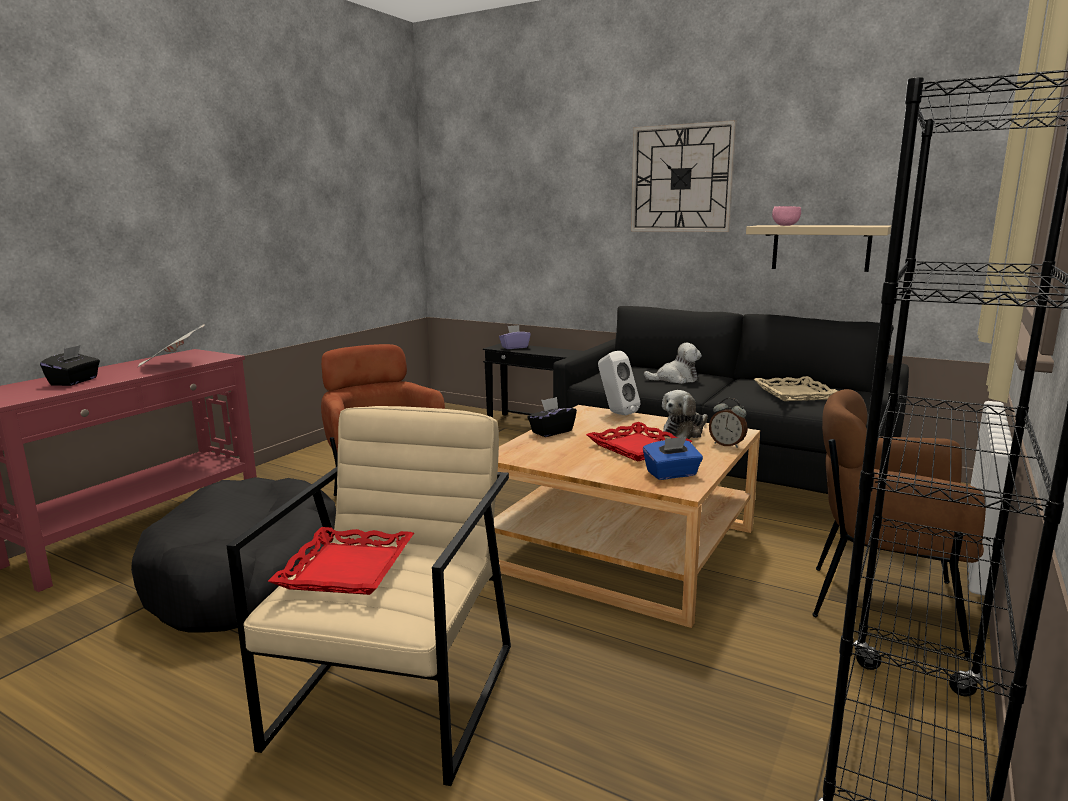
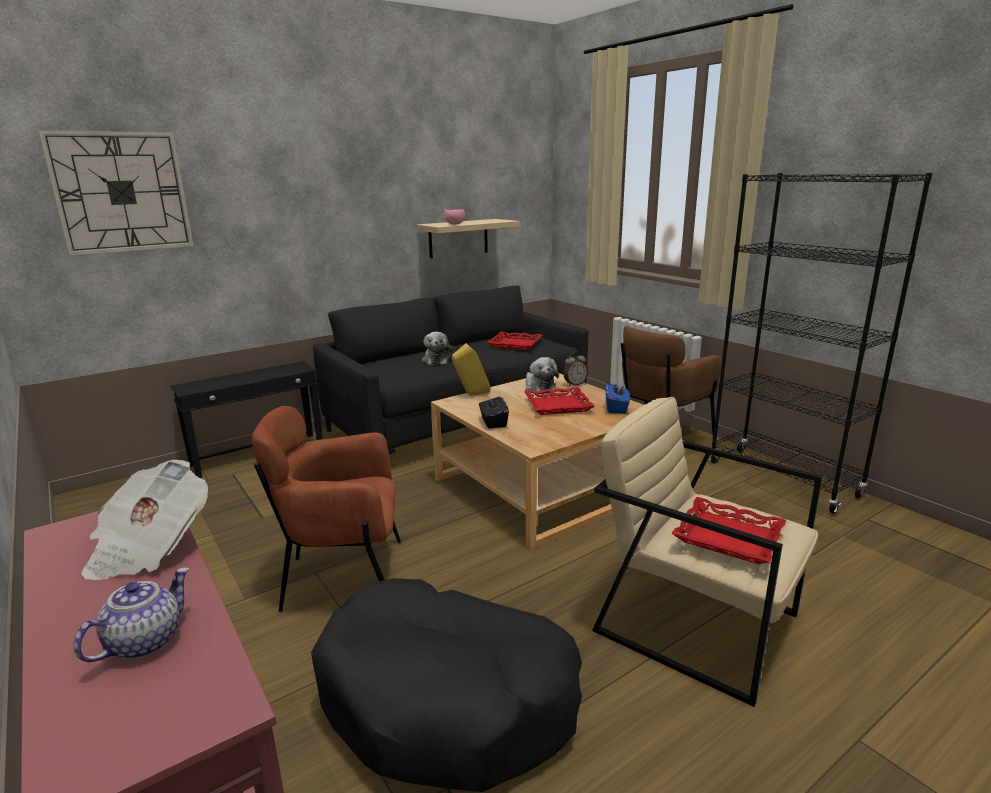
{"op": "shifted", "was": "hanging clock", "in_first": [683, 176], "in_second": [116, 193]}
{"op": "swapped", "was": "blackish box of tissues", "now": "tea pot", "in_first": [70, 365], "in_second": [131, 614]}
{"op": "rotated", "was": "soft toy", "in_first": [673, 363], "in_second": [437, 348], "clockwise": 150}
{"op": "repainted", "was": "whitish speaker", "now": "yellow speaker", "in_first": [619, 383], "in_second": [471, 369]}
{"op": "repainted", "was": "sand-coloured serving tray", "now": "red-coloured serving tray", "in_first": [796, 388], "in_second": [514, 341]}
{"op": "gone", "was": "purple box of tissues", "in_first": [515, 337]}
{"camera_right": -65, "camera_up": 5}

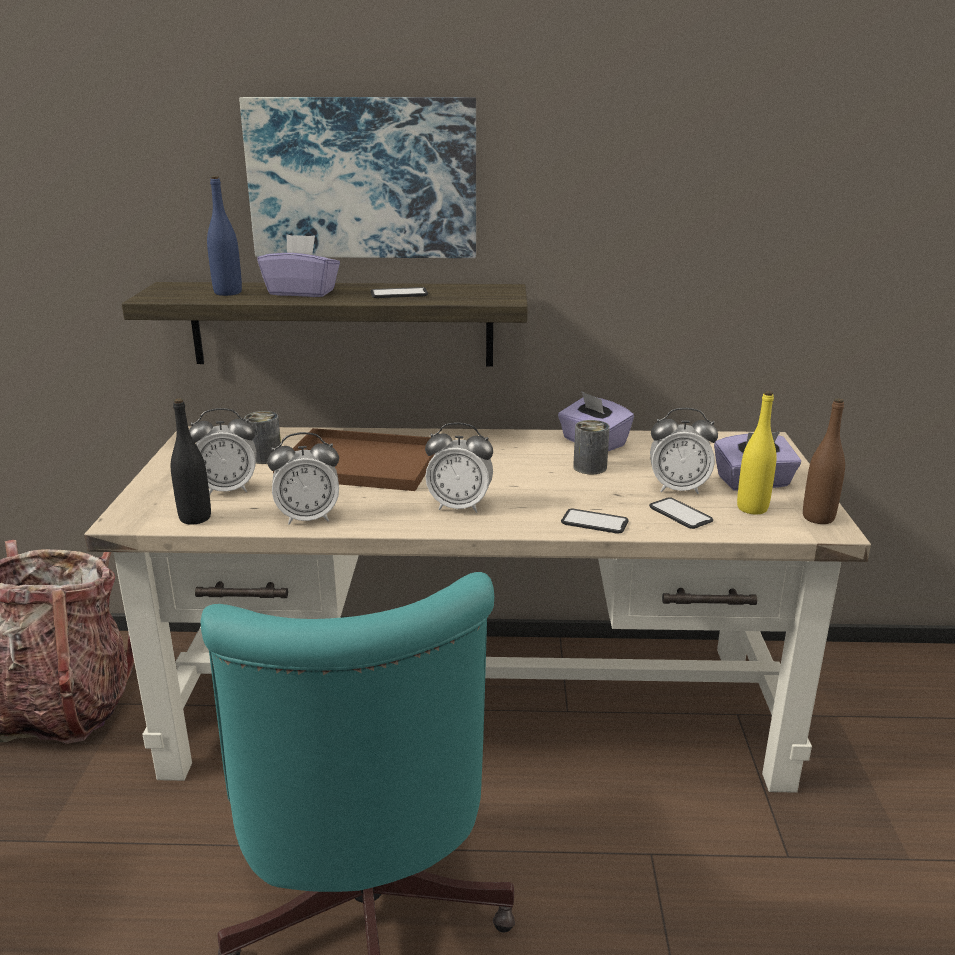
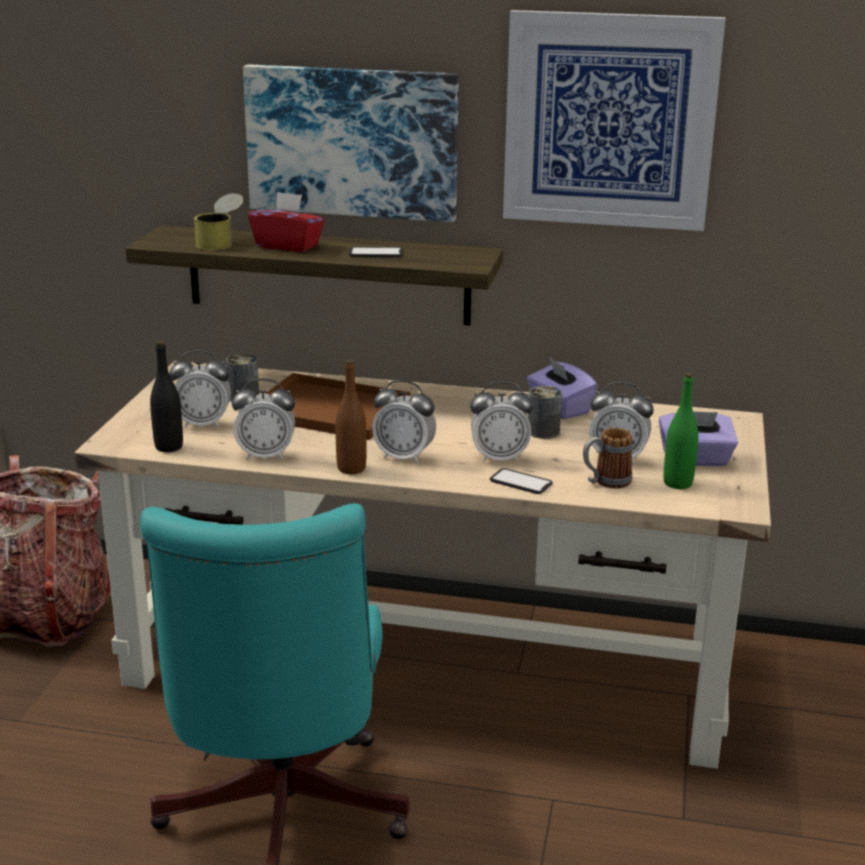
{"op": "swapped", "was": "blue-coloured bottle", "now": "sealed can", "in_first": [224, 236], "in_second": [218, 221]}
{"op": "repainted", "was": "purple box of tissues", "now": "red-coloured box of tissues", "in_first": [299, 266], "in_second": [286, 222]}
{"op": "shifted", "was": "brownish bottle", "in_first": [824, 461], "in_second": [350, 417]}
{"op": "new", "now": "bedside clock", "in_second": [501, 422]}
{"op": "new", "now": "wall picture", "in_second": [614, 120]}
{"op": "swapped", "was": "handset", "now": "coffee mug", "in_first": [681, 513], "in_second": [607, 458]}
{"op": "repainted", "was": "yellow bottle", "now": "green bottle", "in_first": [756, 452], "in_second": [681, 431]}
{"camera_right": 10, "camera_up": 0}

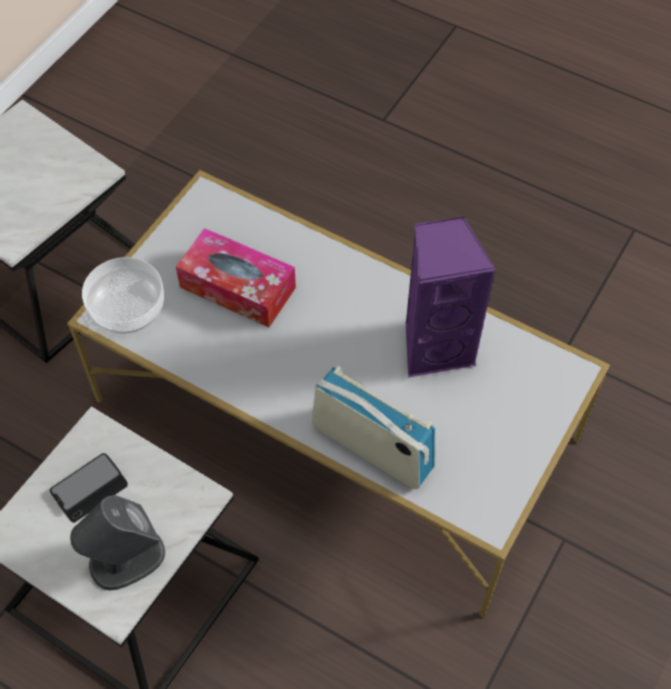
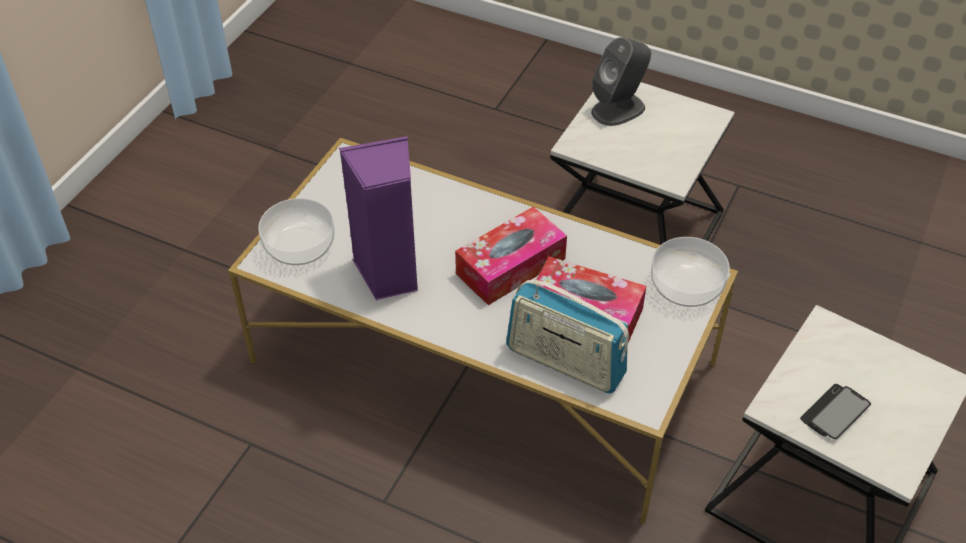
{"op": "new", "now": "deep dish", "in_second": [296, 231]}
{"op": "new", "now": "box of tissues", "in_second": [511, 256]}
{"op": "shifted", "was": "radio set", "in_first": [373, 427], "in_second": [567, 336]}
{"op": "shifted", "was": "handset", "in_first": [89, 488], "in_second": [835, 411]}
{"camera_right": 175, "camera_up": -10}

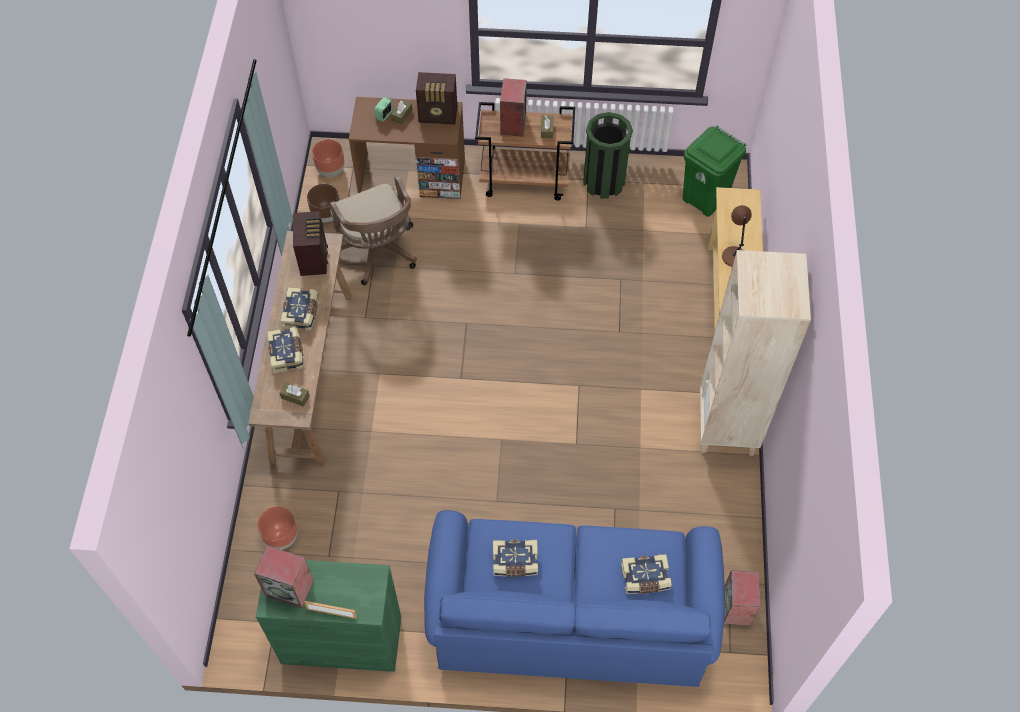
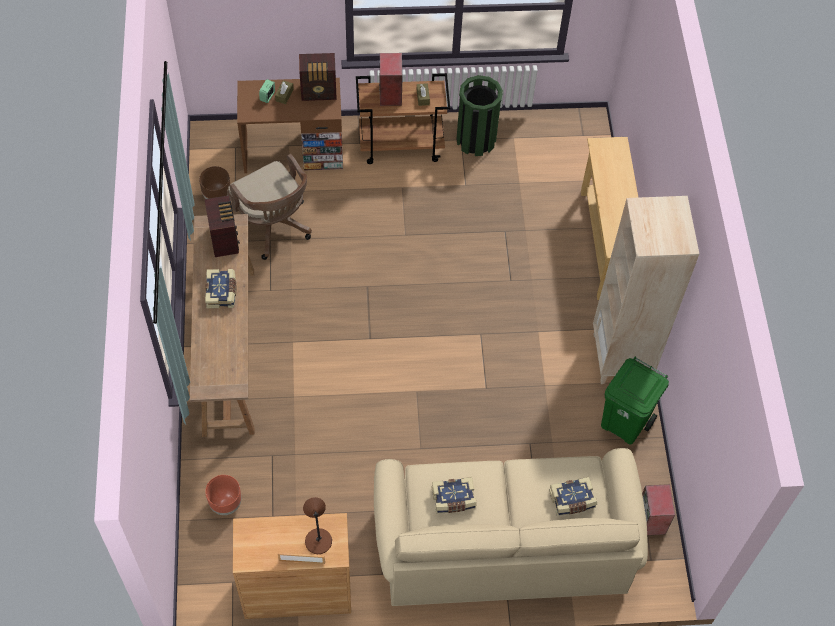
{"op": "repainted", "was": "green cabinet", "now": "brownish cabinet", "in_first": [328, 616], "in_second": [292, 566]}
{"op": "shifted", "was": "brownish lamp for a table", "in_first": [737, 235], "in_second": [317, 525]}
{"op": "repainted", "was": "blue-coloured couch", "now": "sand-coloured couch", "in_first": [574, 598], "in_second": [511, 527]}
{"op": "shifted", "was": "green rubbish bin", "in_first": [714, 171], "in_second": [635, 400]}
{"op": "gone", "was": "speaker", "in_first": [284, 577]}
{"op": "gone", "was": "volume", "in_first": [285, 350]}
{"op": "gone", "was": "brownish box of tissues", "in_first": [295, 394]}
{"op": "gone", "was": "brownish flower pot", "in_first": [328, 158]}
{"camera_right": -10, "camera_up": 0}

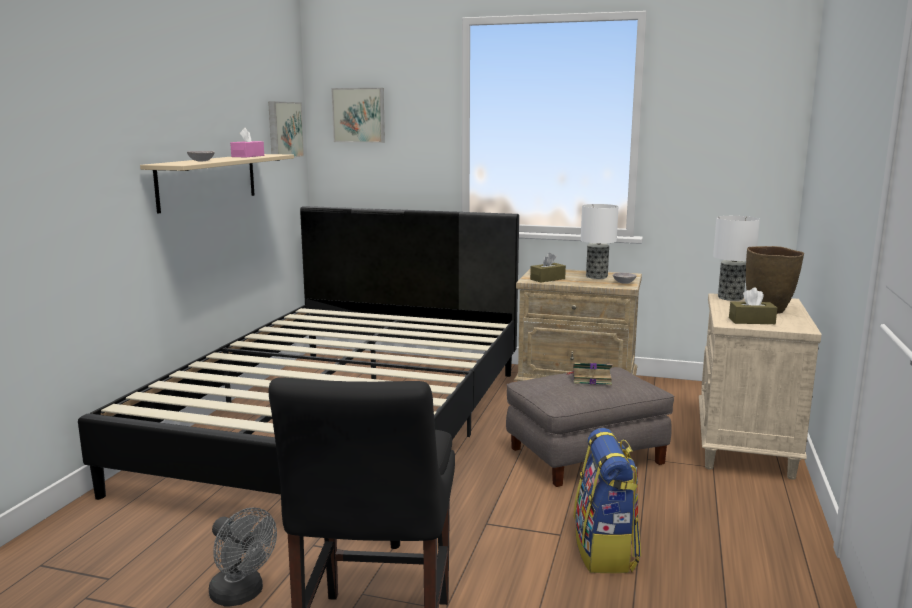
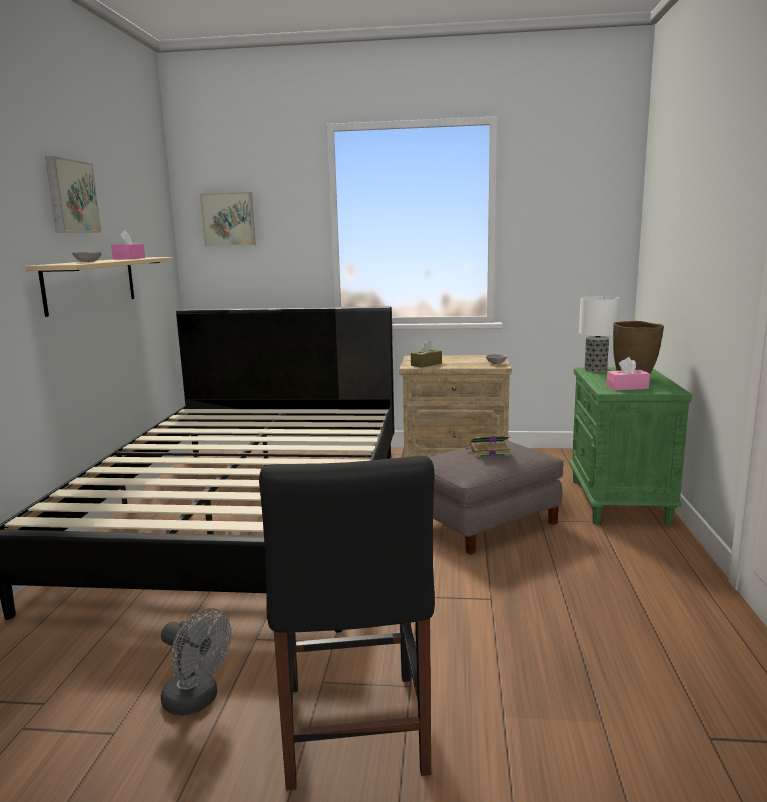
{"op": "shifted", "was": "wall picture", "in_first": [286, 129], "in_second": [73, 194]}
{"op": "repainted", "was": "sand-coloured night table", "now": "green night table", "in_first": [760, 386], "in_second": [630, 446]}
{"op": "repainted", "was": "brownish box of tissues", "now": "pinkish box of tissues", "in_first": [753, 306], "in_second": [628, 374]}
{"op": "gone", "was": "knapsack", "in_first": [607, 500]}
{"op": "gone", "was": "lamp for a table", "in_first": [600, 241]}
{"camera_right": -10, "camera_up": 0}

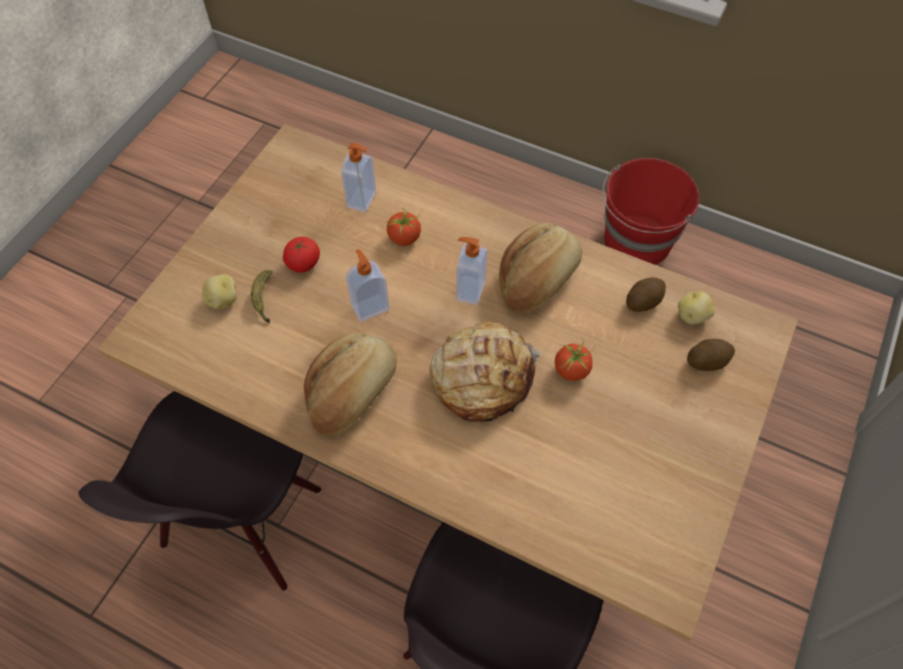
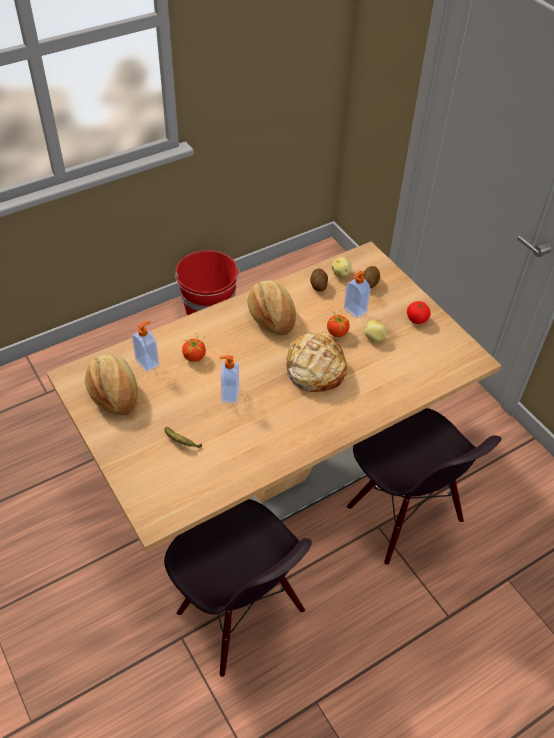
{"op": "shifted", "was": "bakery bread", "in_first": [350, 384], "in_second": [111, 384]}
{"op": "shifted", "was": "liquid soap bottle", "in_first": [472, 271], "in_second": [357, 295]}
{"op": "shifted", "was": "whole potato", "in_first": [219, 291], "in_second": [376, 331]}
{"op": "shifted", "was": "tomato", "in_first": [301, 255], "in_second": [419, 312]}
{"camera_right": -60, "camera_up": -10}

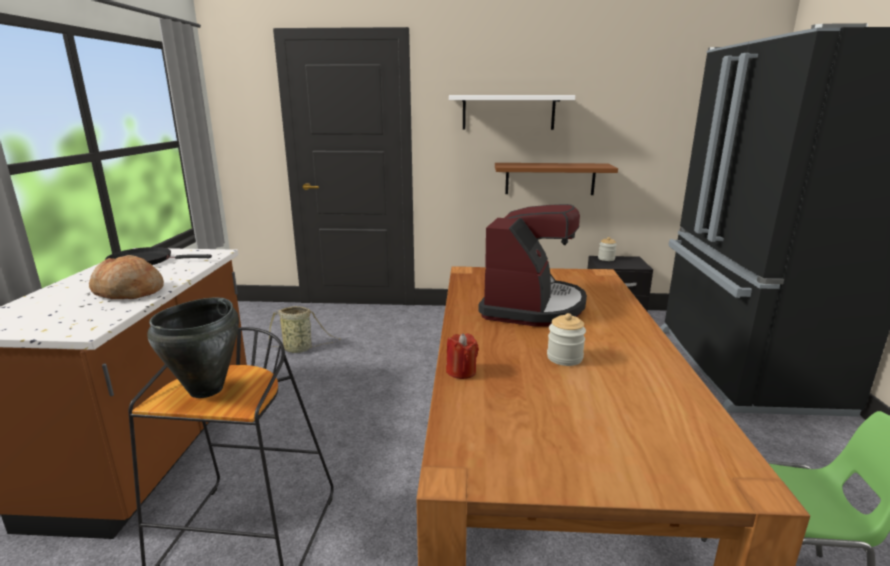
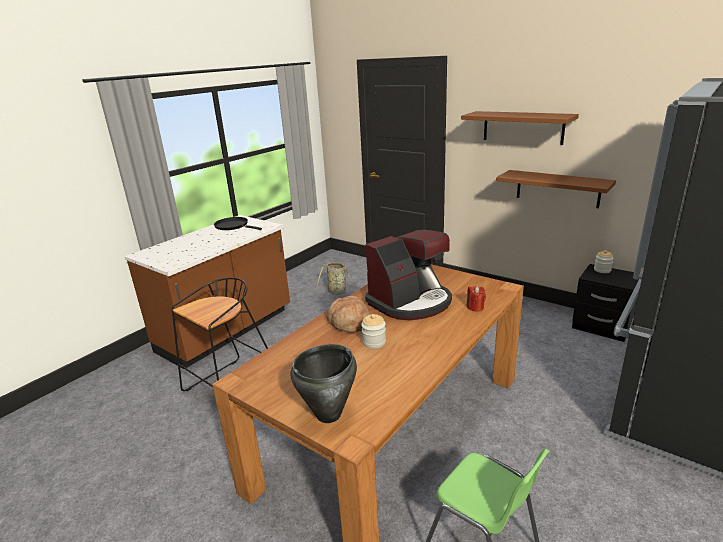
{"op": "shifted", "was": "blackish saucepot", "in_first": [193, 347], "in_second": [324, 383]}
{"op": "shifted", "was": "bakery bread", "in_first": [126, 277], "in_second": [348, 314]}
{"op": "repainted", "was": "whitish wall shelf", "now": "brownish wall shelf", "in_first": [512, 112], "in_second": [520, 128]}
{"op": "shifted", "was": "red-coloured wax candle", "in_first": [462, 356], "in_second": [476, 298]}
{"camera_right": 35, "camera_up": 5}

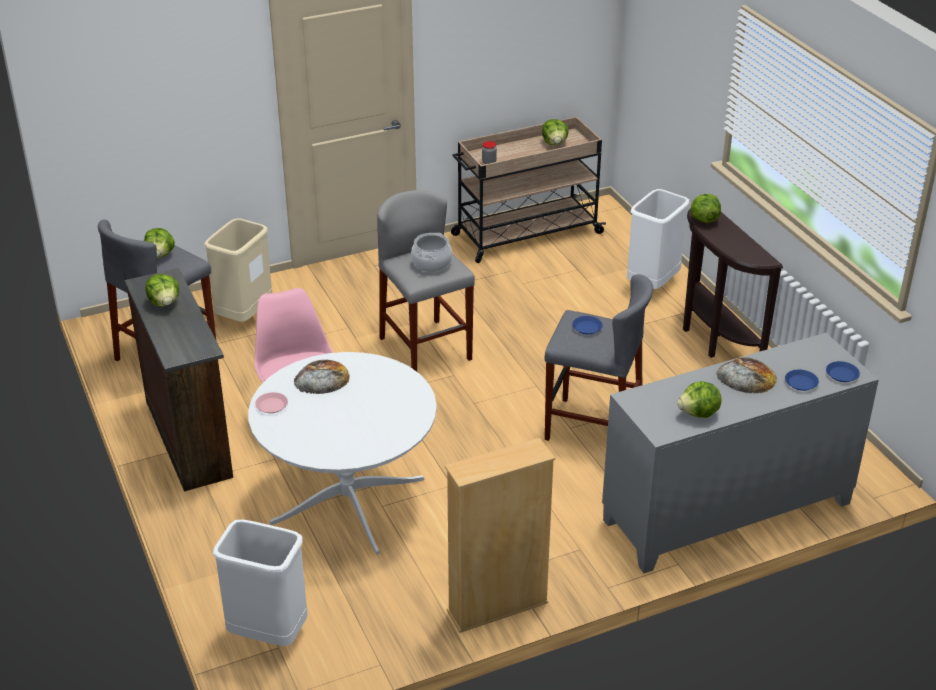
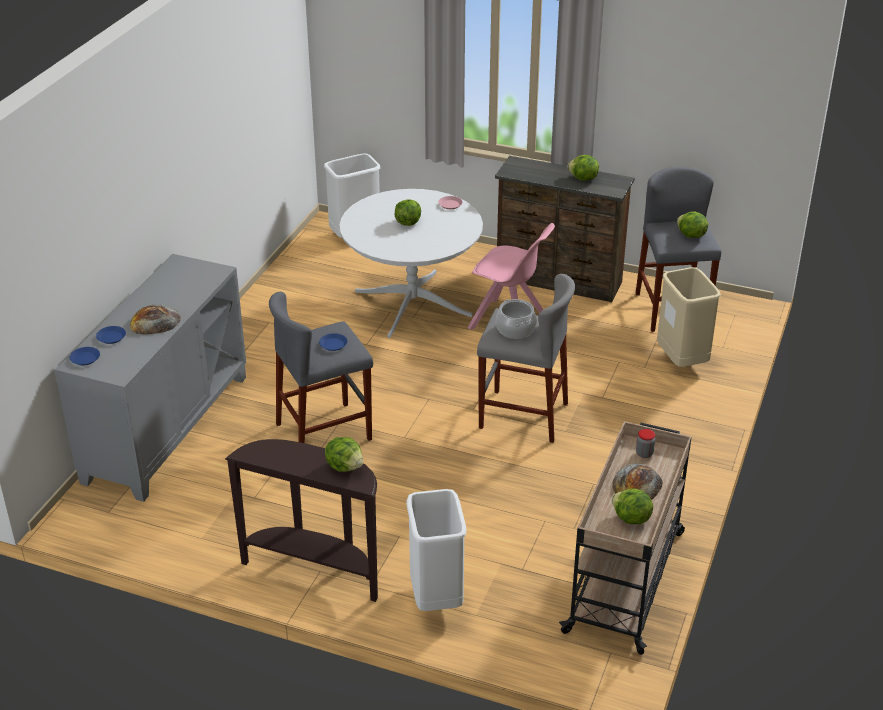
{"op": "shifted", "was": "head of lettuce", "in_first": [699, 399], "in_second": [407, 212]}
{"op": "shifted", "was": "bakery bread", "in_first": [322, 376], "in_second": [637, 481]}
{"op": "gone", "was": "sand-coloured shelving unit", "in_first": [500, 535]}
{"camera_right": 135, "camera_up": 0}

